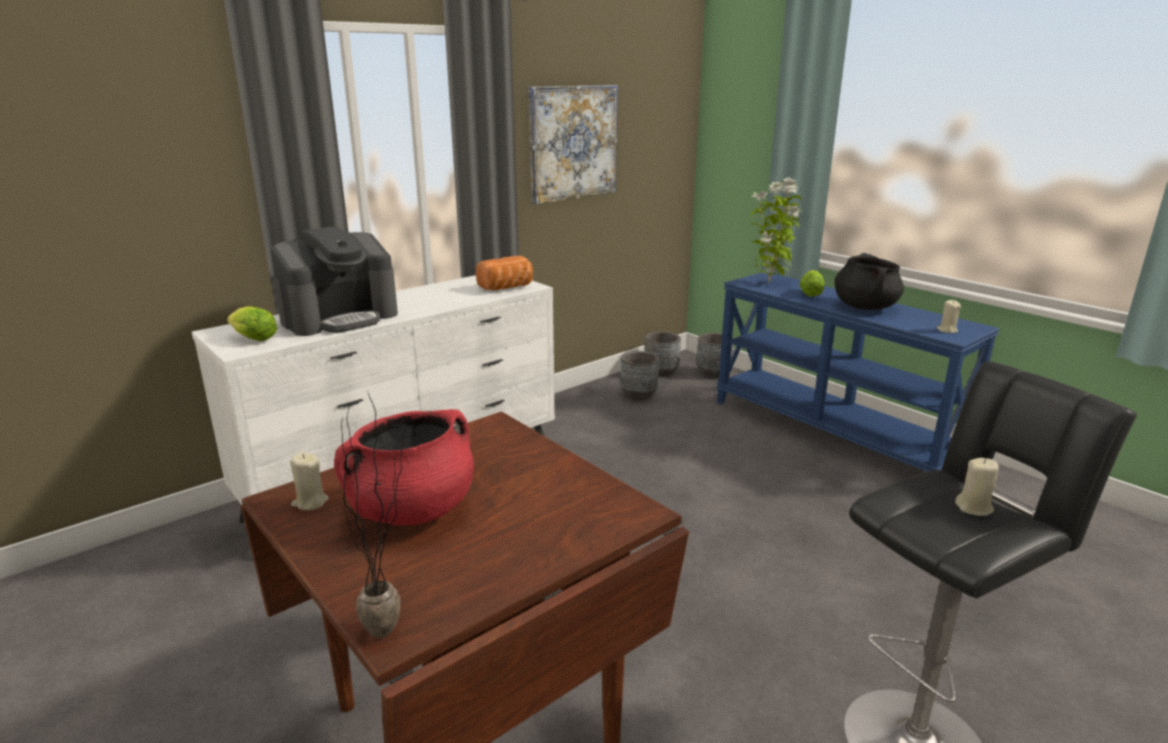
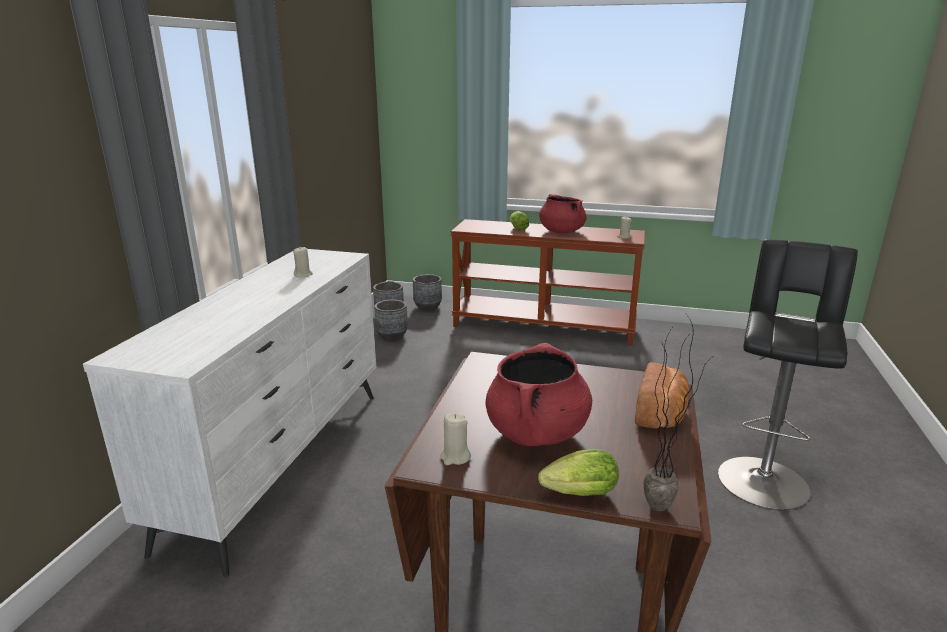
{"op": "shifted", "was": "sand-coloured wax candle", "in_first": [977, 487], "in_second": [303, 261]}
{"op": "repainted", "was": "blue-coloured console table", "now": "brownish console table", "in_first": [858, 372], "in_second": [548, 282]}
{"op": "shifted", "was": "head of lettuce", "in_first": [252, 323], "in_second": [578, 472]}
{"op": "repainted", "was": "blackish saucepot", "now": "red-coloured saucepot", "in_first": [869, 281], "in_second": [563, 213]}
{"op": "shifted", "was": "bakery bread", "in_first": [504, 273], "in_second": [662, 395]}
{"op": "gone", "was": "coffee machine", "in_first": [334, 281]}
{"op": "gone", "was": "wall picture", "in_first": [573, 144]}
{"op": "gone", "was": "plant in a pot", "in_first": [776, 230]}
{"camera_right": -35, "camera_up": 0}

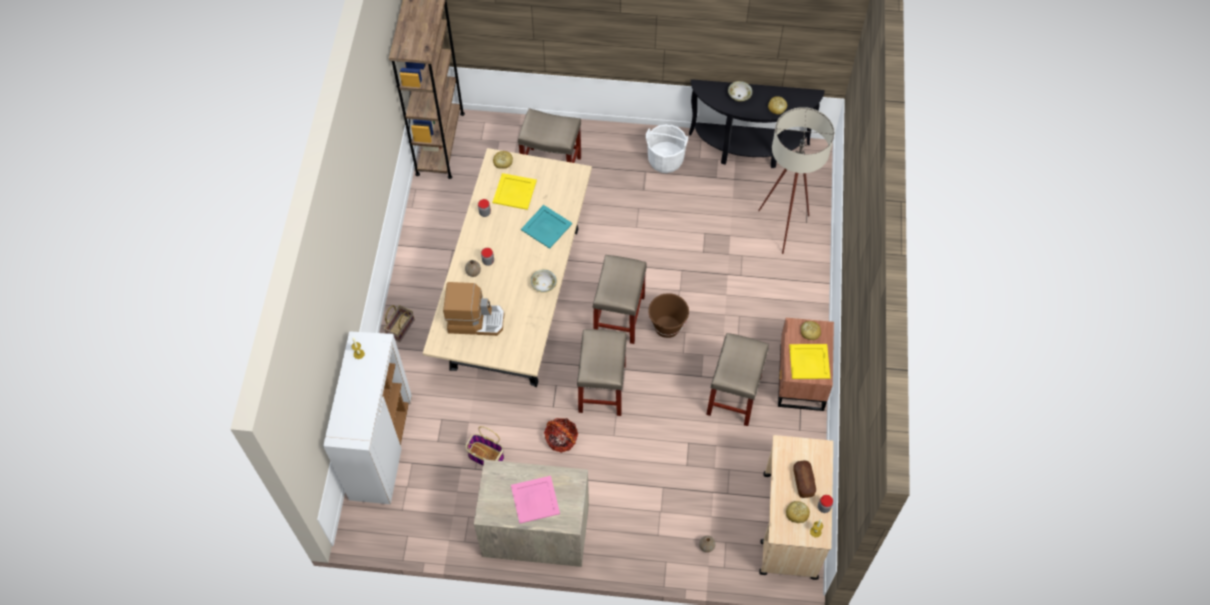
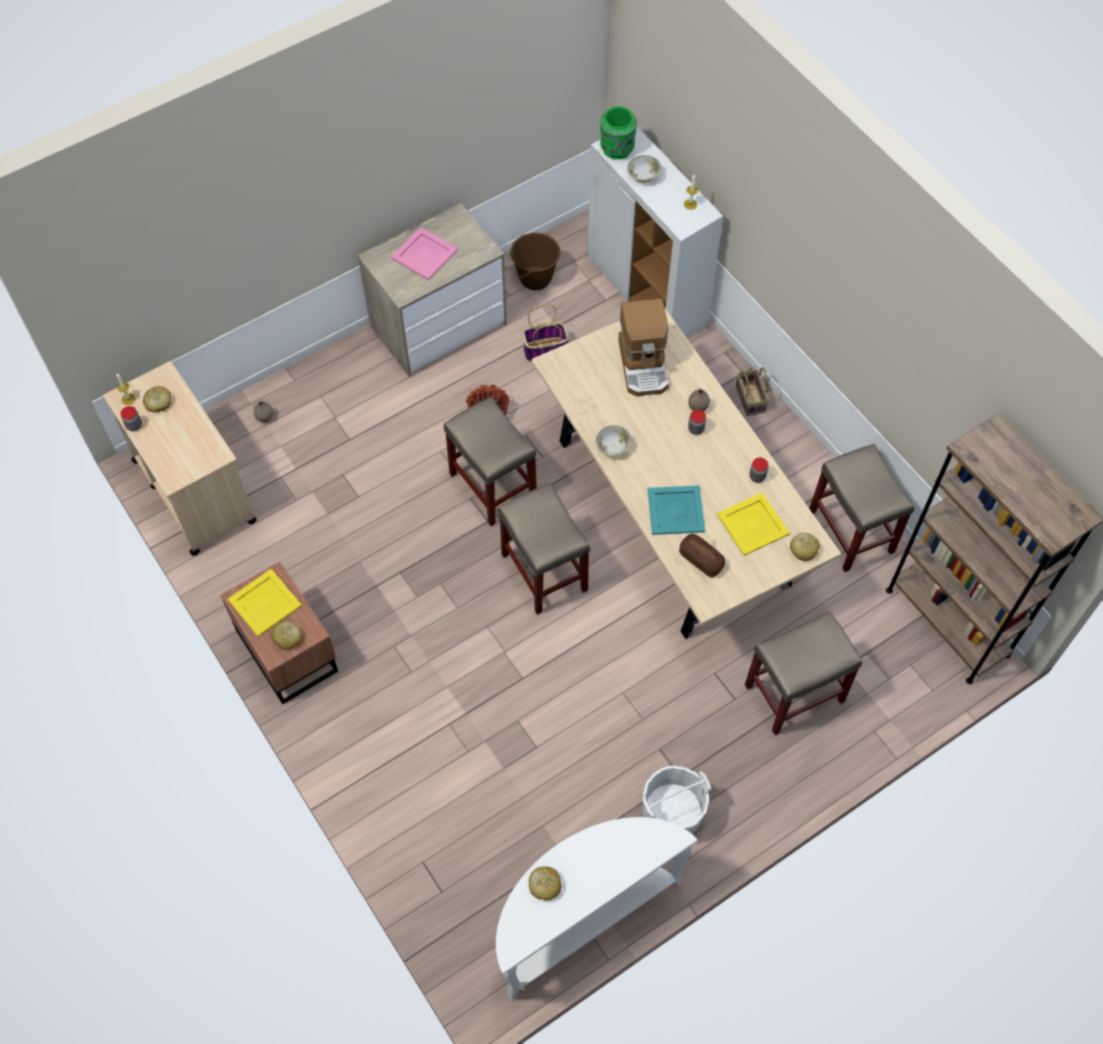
{"op": "repainted", "was": "blackish console table", "now": "whitish console table", "in_first": [757, 123], "in_second": [597, 909]}
{"op": "shifted", "was": "brownish pail", "in_first": [668, 315], "in_second": [535, 261]}
{"op": "new", "now": "green flower vase", "in_second": [618, 133]}
{"op": "rotated", "was": "coffee machine", "in_first": [473, 309], "in_second": [643, 347], "clockwise": -60}
{"op": "shifted", "was": "deep dish", "in_first": [740, 91], "in_second": [644, 168]}
{"op": "shifted", "was": "bakery bread", "in_first": [804, 479], "in_second": [702, 556]}
{"op": "shifted", "was": "sand-coloured sitting stool", "in_first": [737, 379], "in_second": [862, 508]}
{"op": "gone", "was": "sand-coloured standing lamp", "in_first": [796, 180]}
{"camera_right": 140, "camera_up": 0}

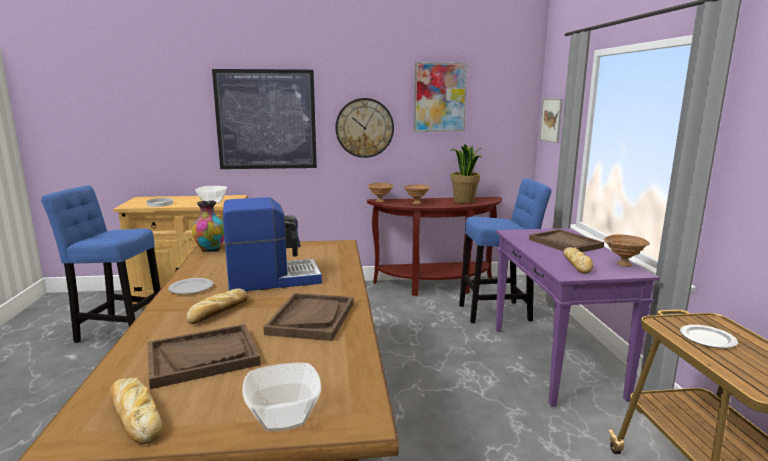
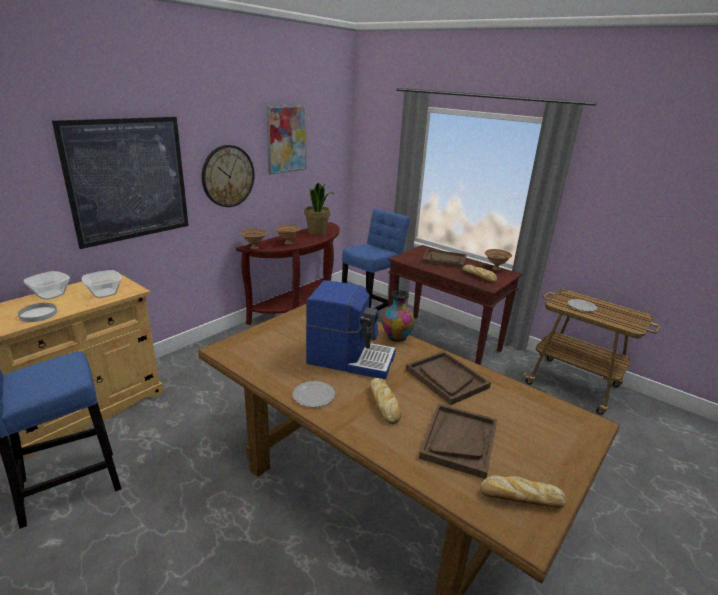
{"op": "shifted", "was": "deep dish", "in_first": [281, 397], "in_second": [47, 285]}
{"op": "rotated", "was": "coffee machine", "in_first": [272, 244], "in_second": [351, 330], "clockwise": 75}
{"op": "shifted", "was": "flower vase", "in_first": [208, 226], "in_second": [398, 316]}
{"op": "repainted", "was": "purple console table", "now": "brownish console table", "in_first": [578, 317], "in_second": [455, 305]}
{"op": "gone", "was": "wall picture", "in_first": [551, 120]}
{"camera_right": -45, "camera_up": 10}

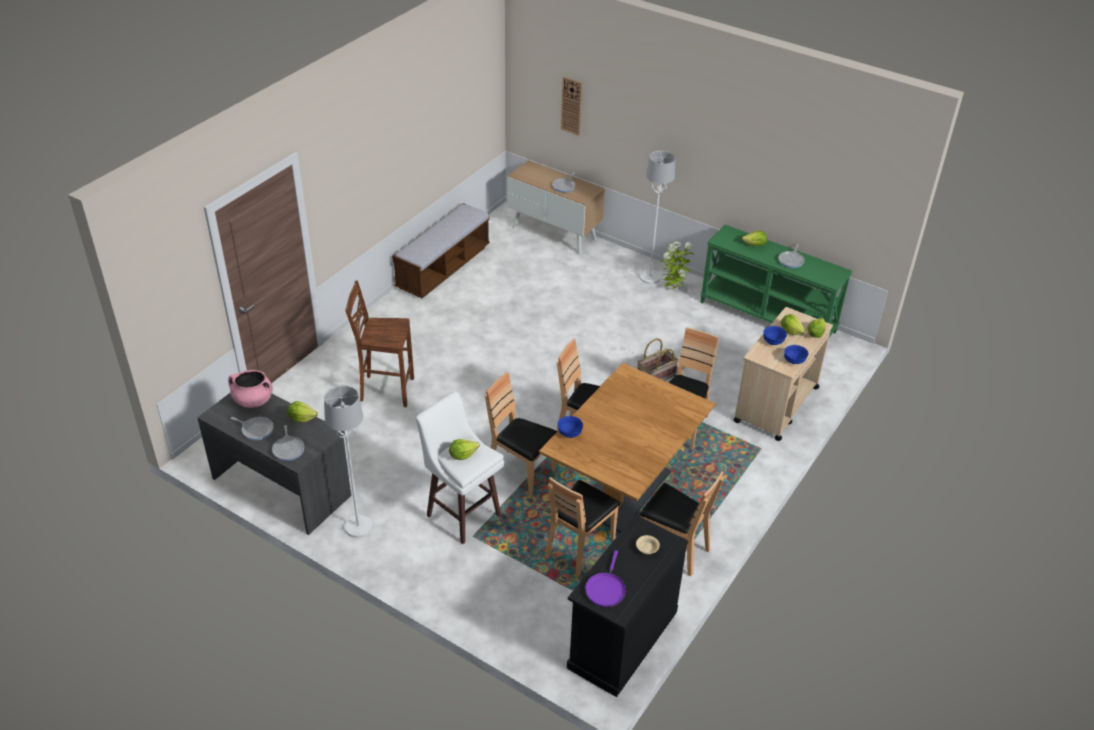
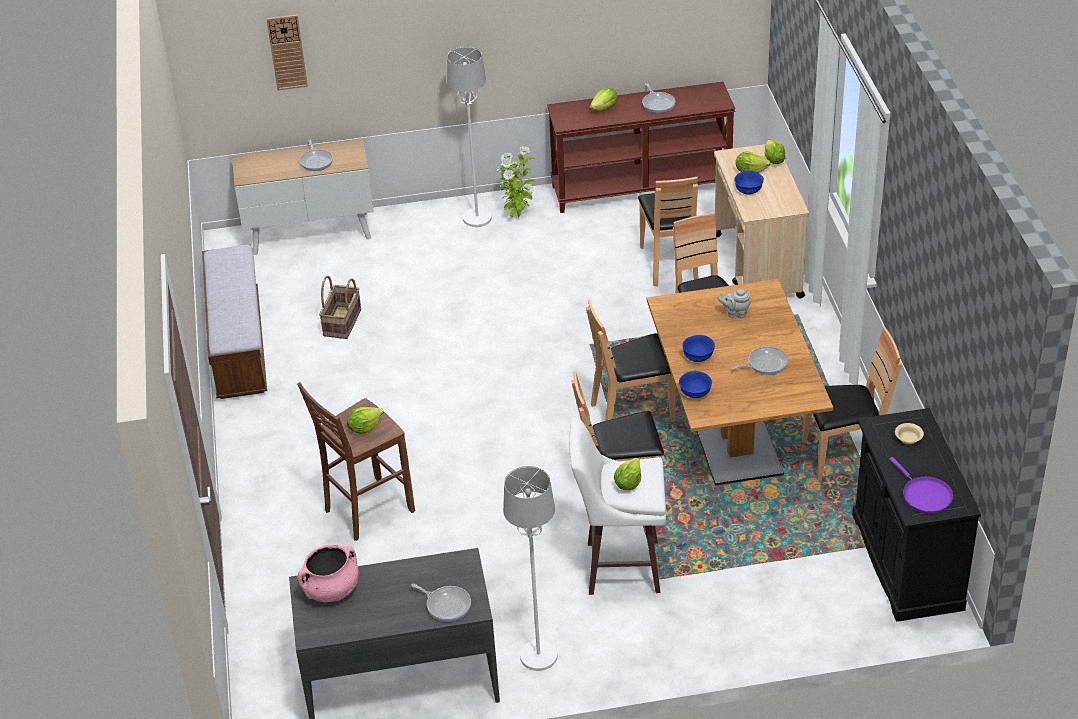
{"op": "shifted", "was": "basket", "in_first": [658, 359], "in_second": [340, 307]}
{"op": "shifted", "was": "head of lettuce", "in_first": [303, 411], "in_second": [365, 420]}
{"op": "repainted", "was": "green console table", "now": "brownish console table", "in_first": [776, 281], "in_second": [641, 147]}
{"op": "shifted", "was": "brownish chair", "in_first": [582, 527], "in_second": [668, 231]}
{"op": "shifted", "was": "blue-coloured deep dish", "in_first": [796, 354], "in_second": [698, 348]}
{"op": "new", "now": "grey tea pot", "in_second": [734, 303]}
{"op": "shifted", "was": "skillet", "in_first": [252, 428], "in_second": [759, 360]}
{"camera_right": -40, "camera_up": 0}

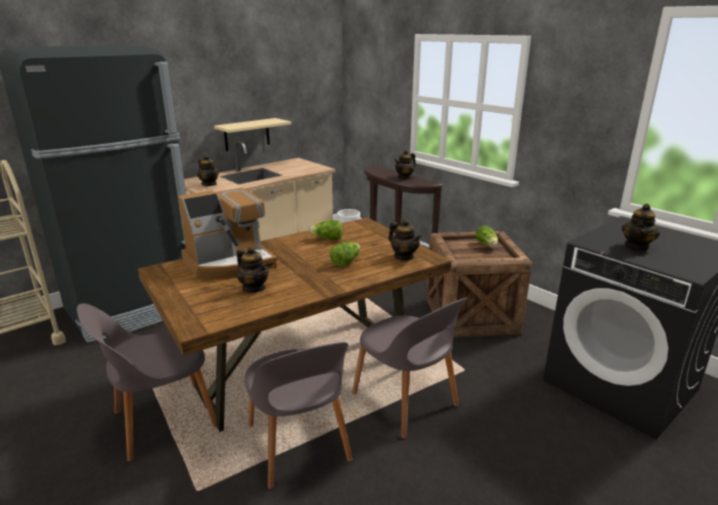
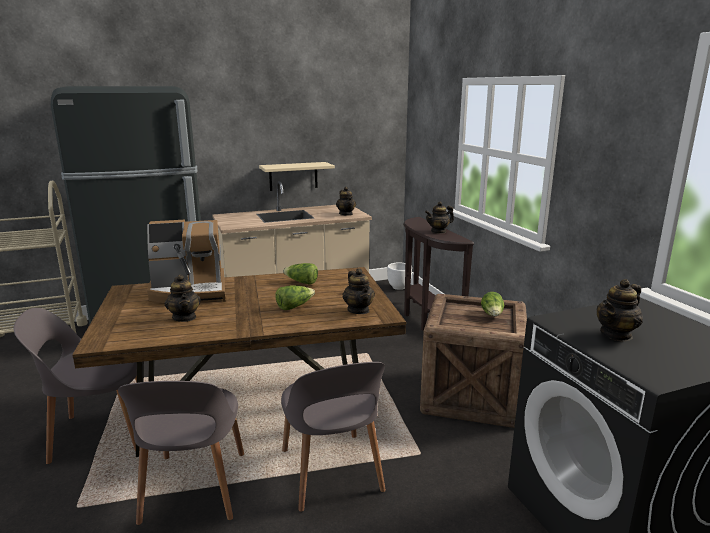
{"op": "shifted", "was": "tea pot", "in_first": [208, 170], "in_second": [346, 201]}
{"camera_right": 20, "camera_up": -5}

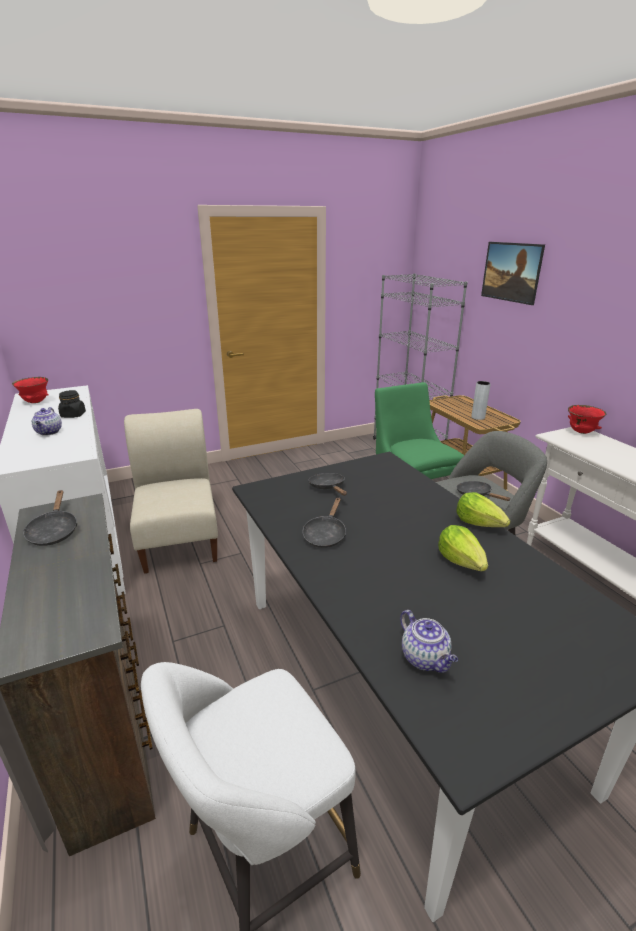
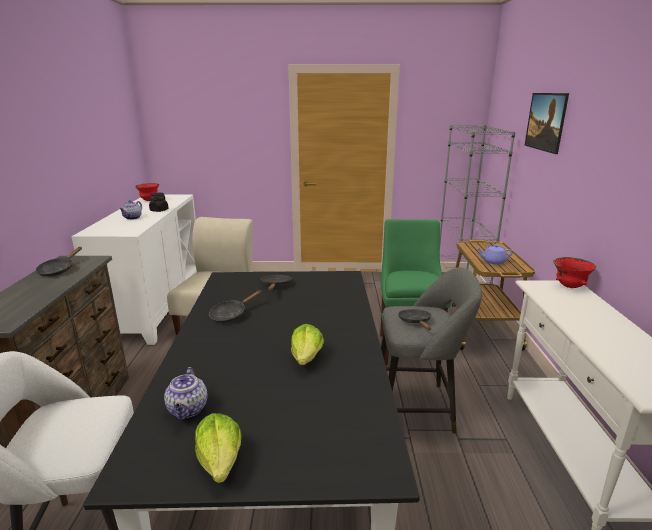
{"op": "shifted", "was": "head of lettuce", "in_first": [483, 509], "in_second": [218, 448]}
{"op": "swapped", "was": "grey flower vase", "now": "purple tea pot", "in_first": [481, 400], "in_second": [495, 254]}
{"camera_right": 25, "camera_up": -5}

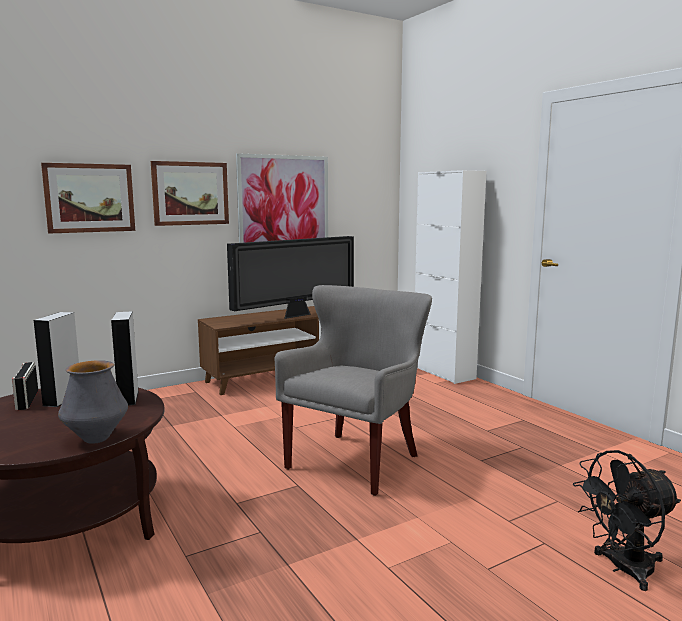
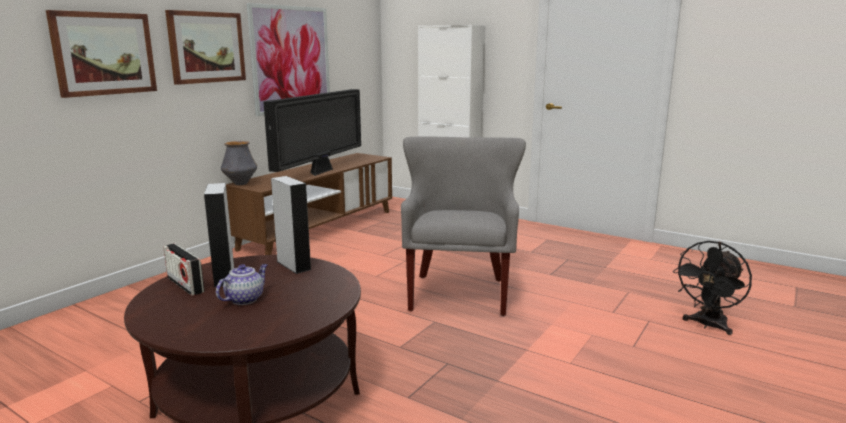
{"op": "new", "now": "tea pot", "in_second": [241, 284]}
{"op": "shifted", "was": "flower vase", "in_first": [93, 402], "in_second": [239, 163]}
{"camera_right": -25, "camera_up": 5}

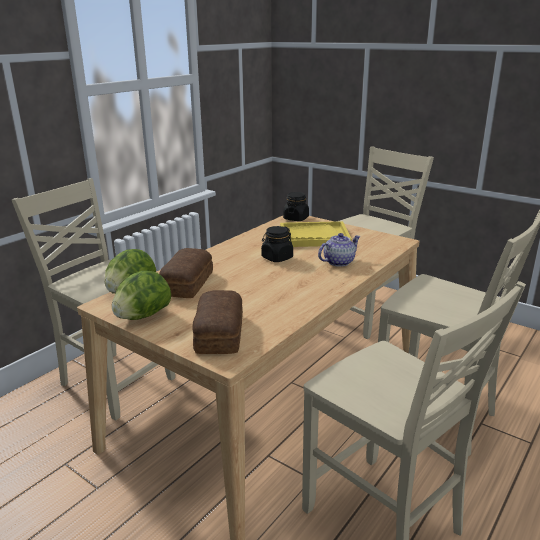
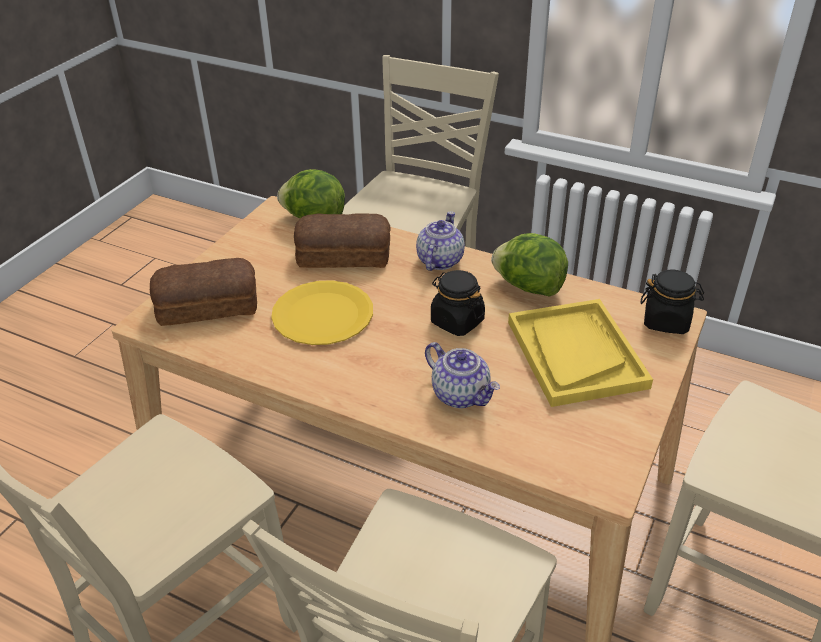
{"op": "new", "now": "yellow dinner plate", "in_second": [322, 312]}
{"op": "new", "now": "tea pot", "in_second": [440, 241]}
{"op": "shifted", "was": "head of lettuce", "in_first": [141, 295], "in_second": [529, 265]}
{"camera_right": 80, "camera_up": 15}

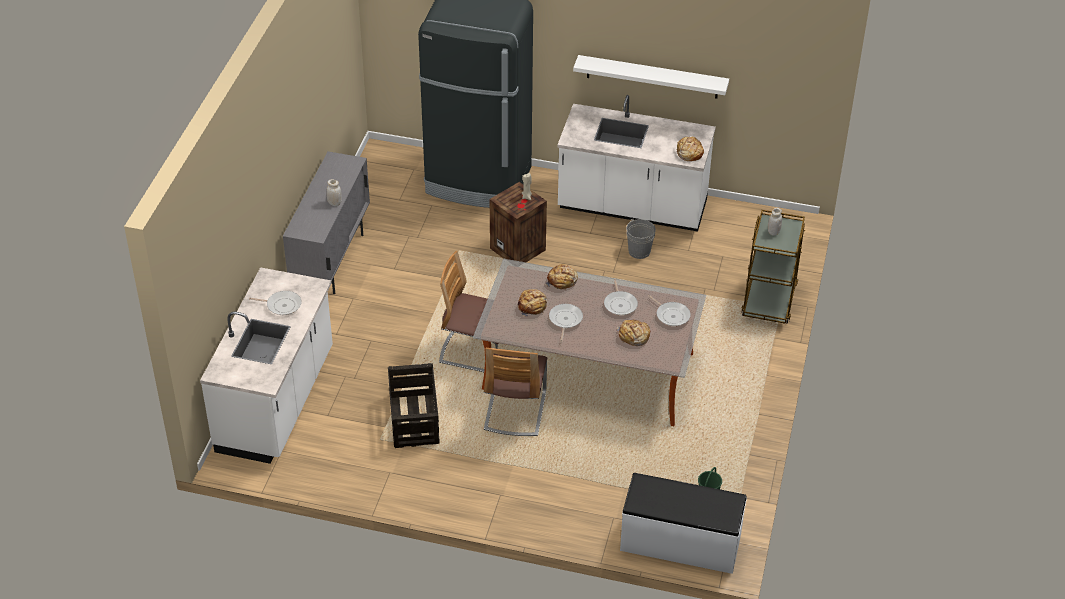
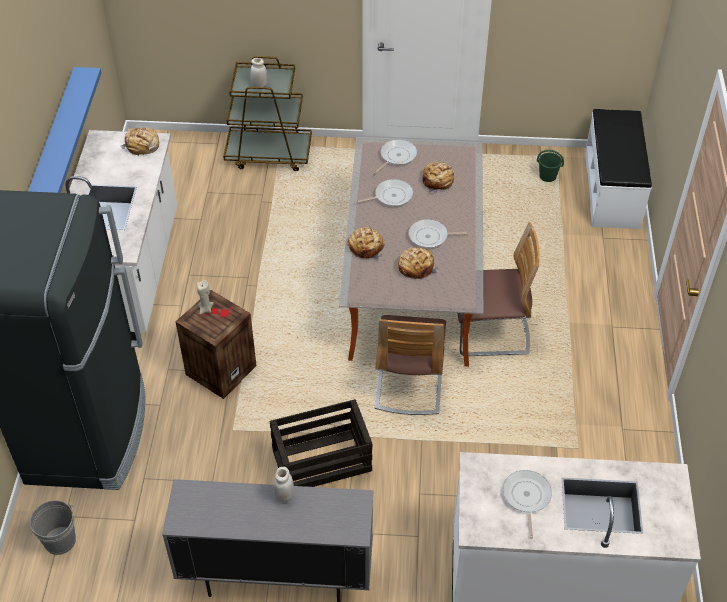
{"op": "repainted", "was": "whitish wall shelf", "now": "blue-coloured wall shelf", "in_first": [651, 77], "in_second": [64, 130]}
{"op": "shifted", "was": "grey pail", "in_first": [641, 239], "in_second": [53, 527]}
{"op": "shifted", "was": "shipping crate", "in_first": [414, 405], "in_second": [320, 443]}
{"camera_right": -100, "camera_up": 5}

